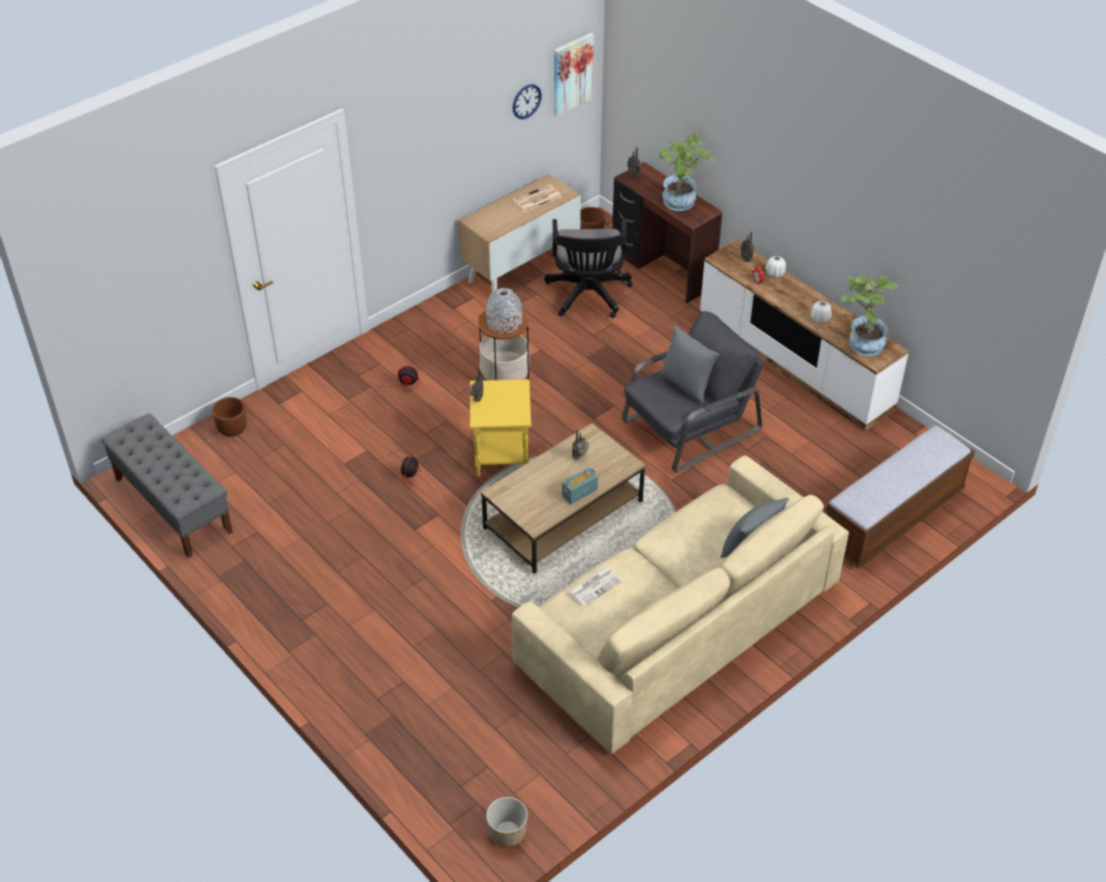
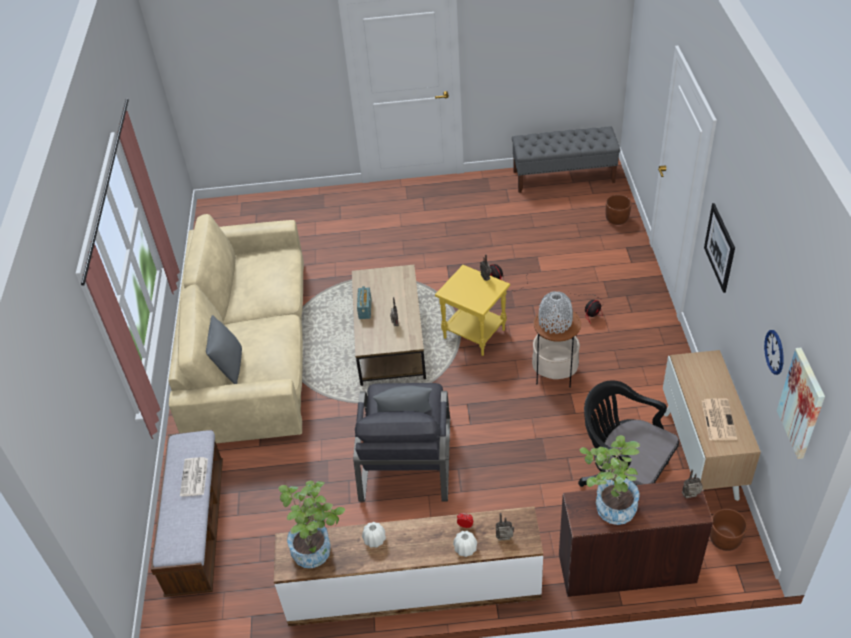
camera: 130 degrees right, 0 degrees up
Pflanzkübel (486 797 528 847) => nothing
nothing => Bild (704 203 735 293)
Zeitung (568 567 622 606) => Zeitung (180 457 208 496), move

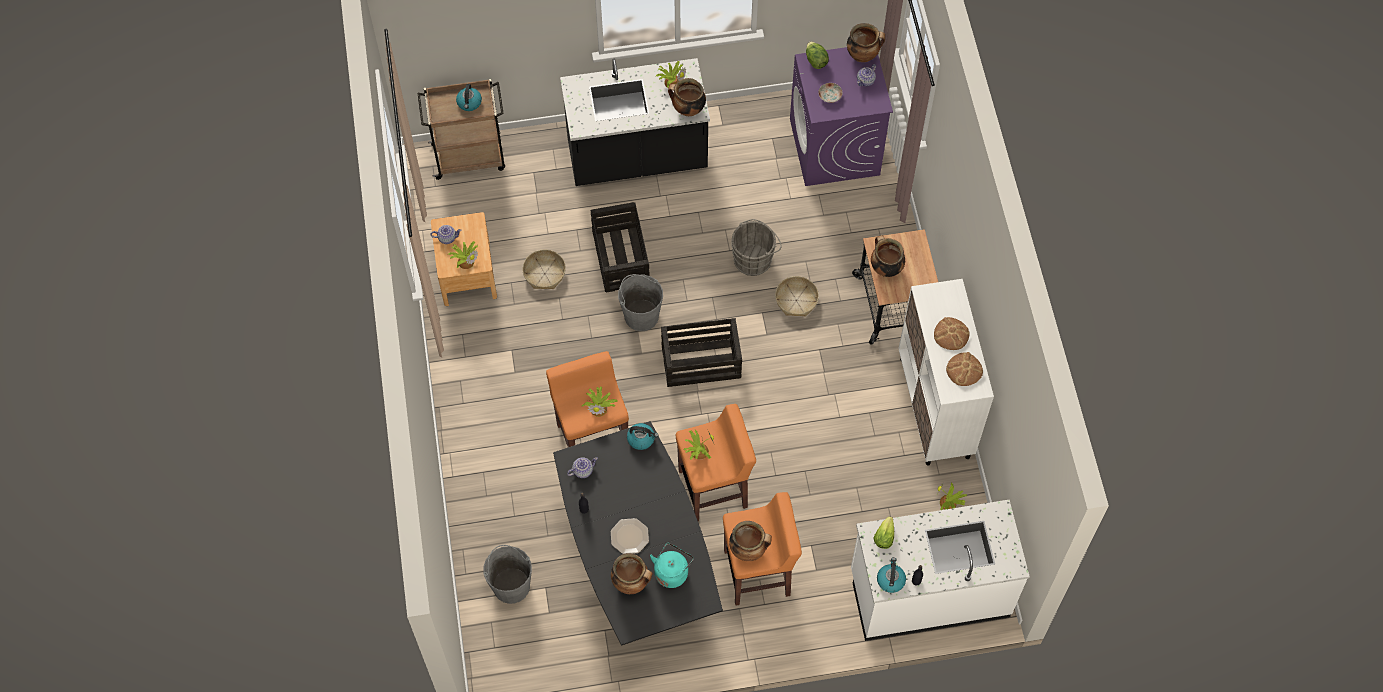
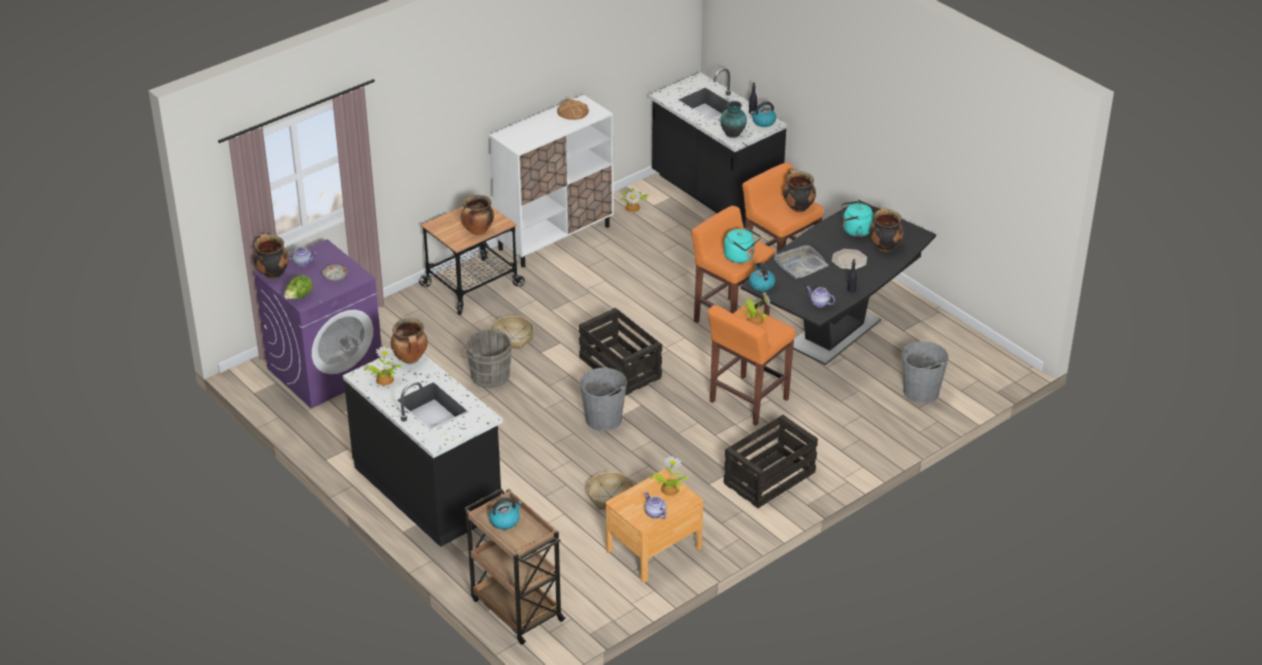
camera: 120 degrees left, 25 degrees down
Brot (934 317 970 350) => nothing
nothing => Tablett (grau) (773 245 829 279)
Kiste (590 202 650 293) => Kiste (724 415 818 508), move
Topfpflanze (684 430 715 460) => Wasserkessel (türkis) (724 228 761 263)
Salatkopf (873 516 894 549) => Vase (720 101 747 138)
Küchenzeile (weiß) (851 500 1030 641) => Küchenzeile (schwarz) (649 68 787 229)

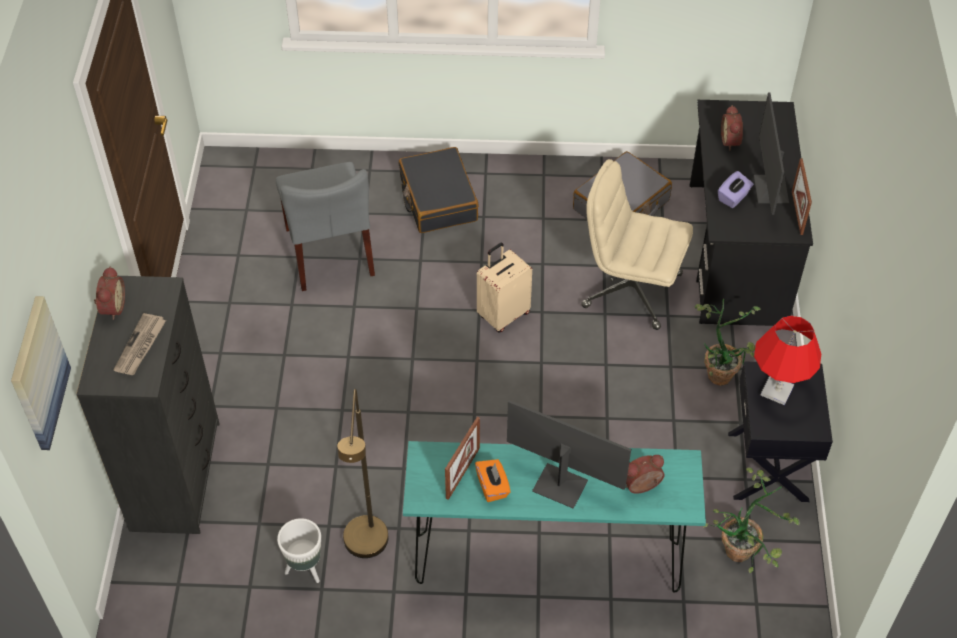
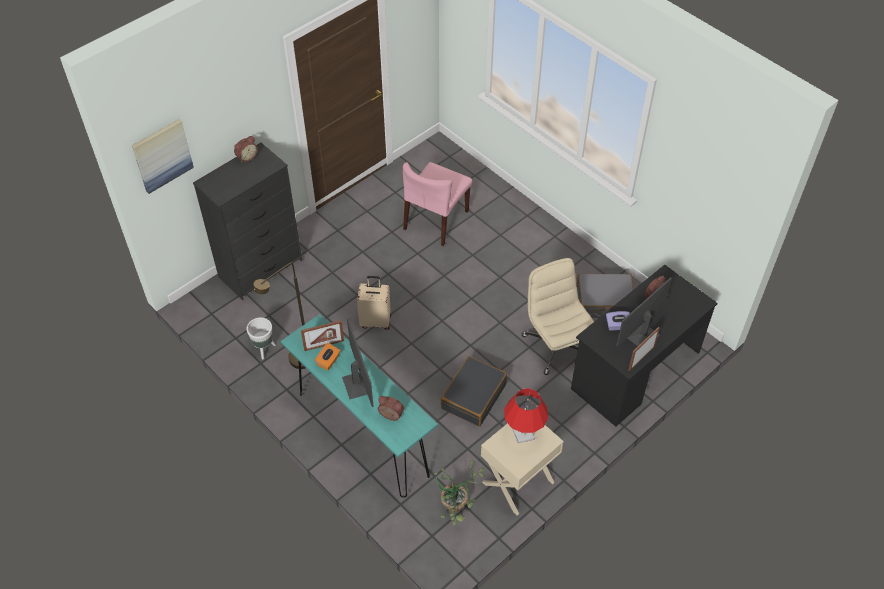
camera: 45 degrees right, 0 degrees up
Zeitung (114 313 166 375) => nothing
Topfpflanze (694 299 760 386) => nothing
Koffer (schwarz) (399 147 479 233) => Koffer (schwarz) (441 356 507 427), move
Koffer (beige) (477 242 532 332) => Koffer (beige) (357 276 391 330), move
Stuhl (grau) (276 162 375 291) => Stuhl (rosa) (403 162 472 246)
Nachttisch (schwarz) (728 361 833 502) => Nachttisch (beige) (481 409 564 515)

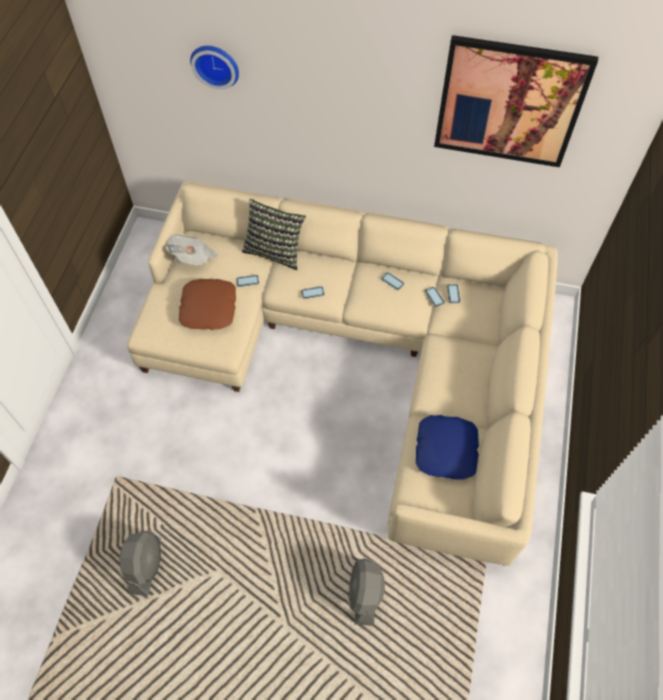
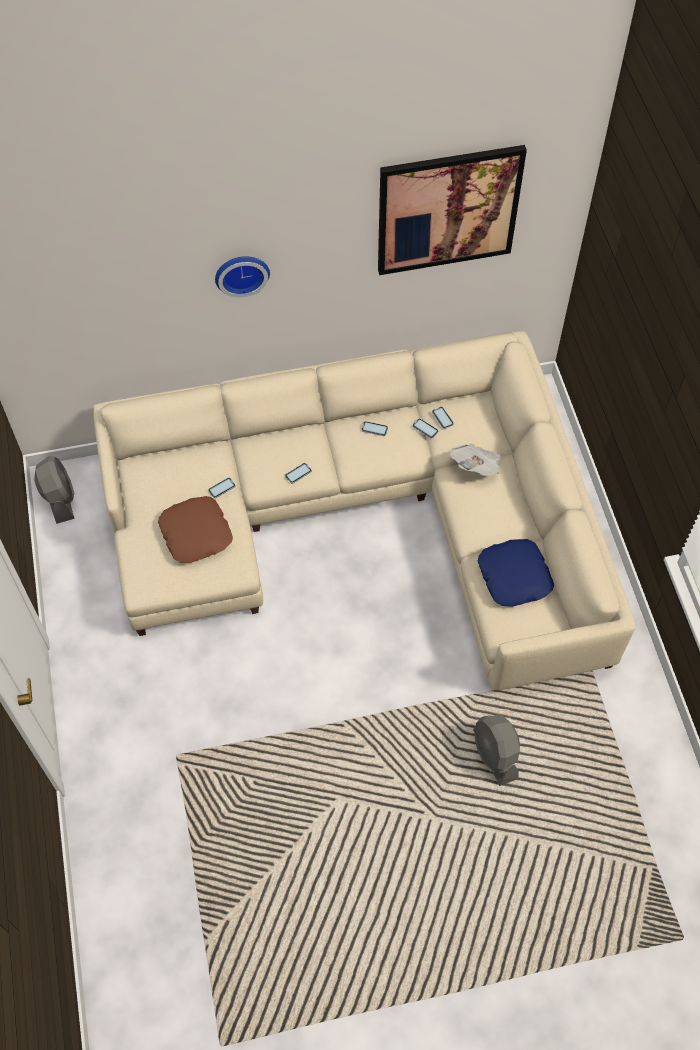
camera: 25 degrees left, 0 degrees up
Kissen (242 199 306 270) => nothing
Ventilator (grau) (119 531 161 596) => Ventilator (grau) (34 456 74 524), move
Zeitung (165 234 218 266) => Zeitung (450 443 501 476), move
Wanduhr (190 46 239 89) => Wanduhr (215 256 270 298), move

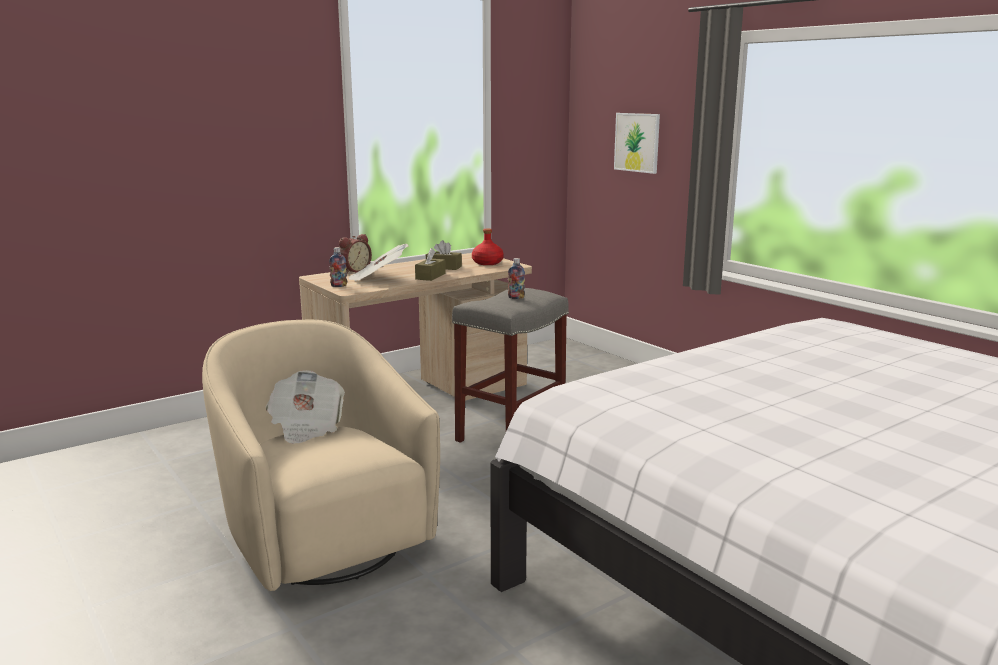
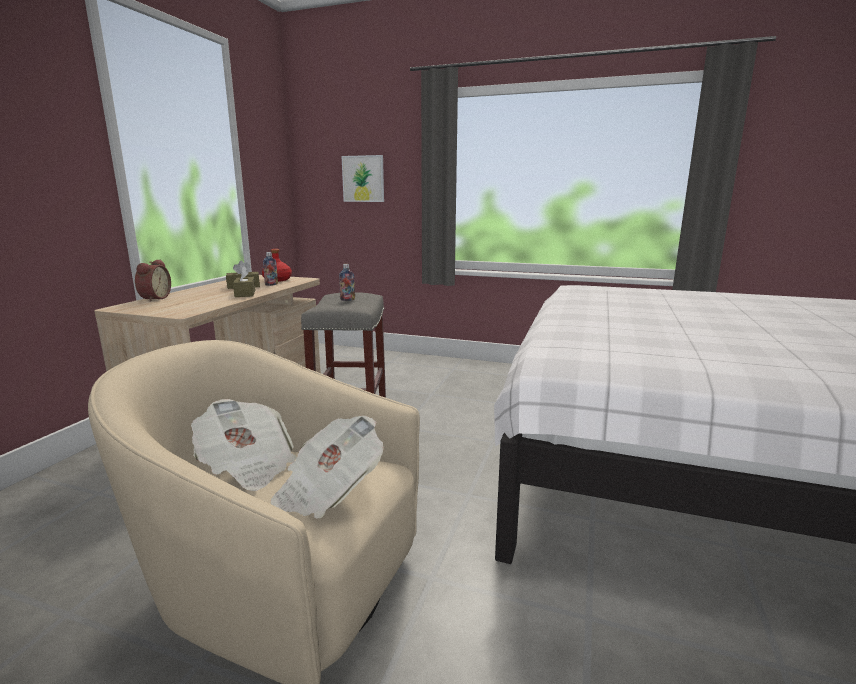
camera: 35 degrees left, 0 degrees up
Flasche (329 247 347 287) => Flasche (263 252 278 286), move
Zeitung (348 244 409 281) => Zeitung (270 416 384 519), move

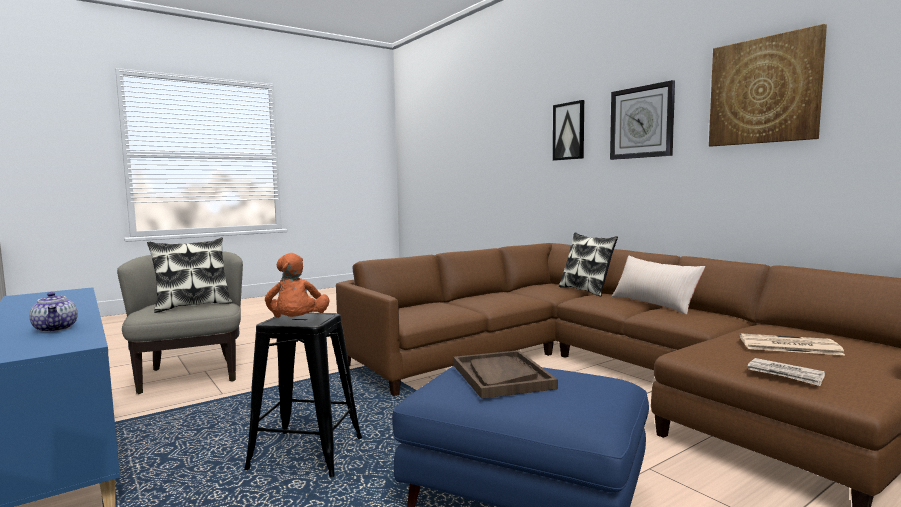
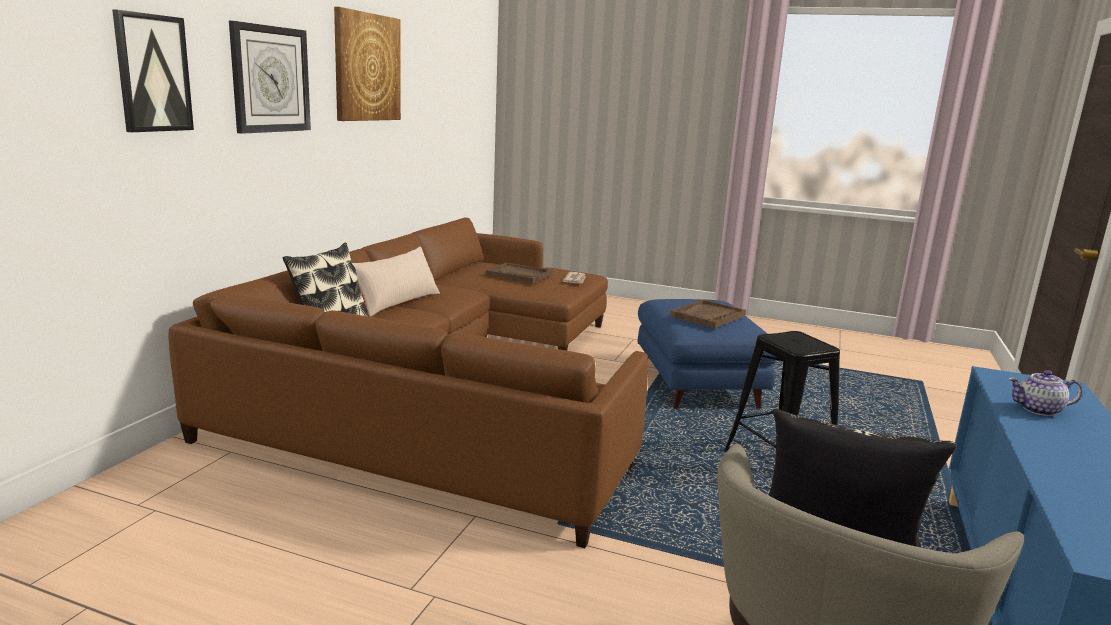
camera: 125 degrees left, 10 degrees up
Plüschtier (orange) (265 253 330 318) => nothing
Zeitung (739 333 846 356) => Tablett (braun) (486 263 552 284)
Teekanne (29 292 77 332) => Teekanne (1008 370 1082 416), 105 degrees counterclockwise

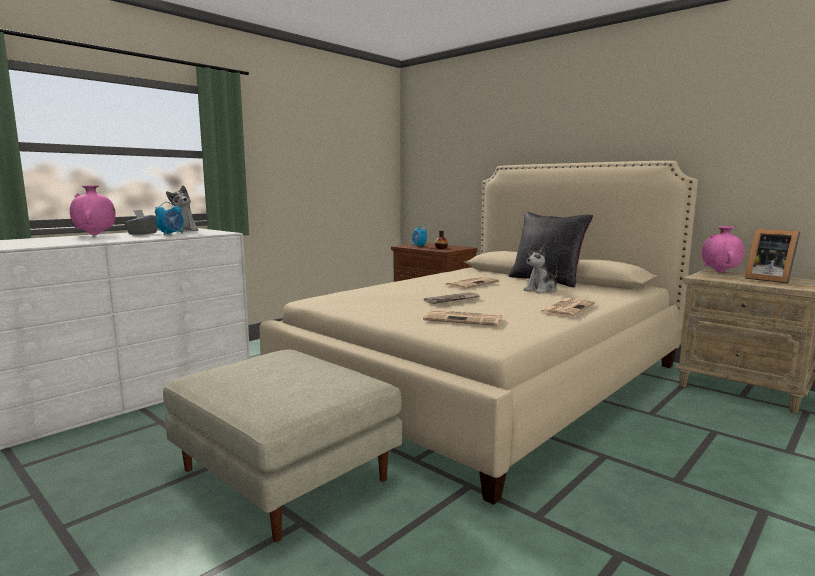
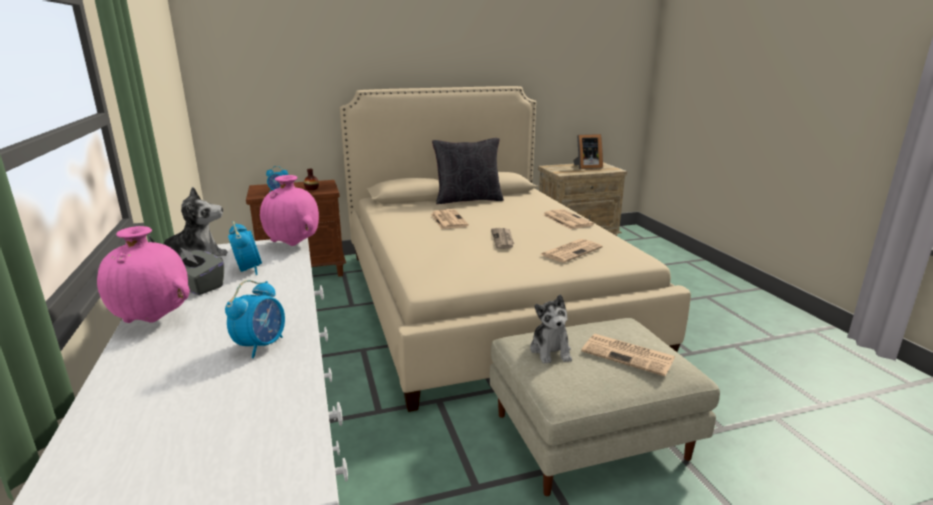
camera: 60 degrees left, 10 degrees up
nothing => Wecker (225 280 285 358)
nothing => Zeitung (581 334 675 376)
Plüschtier (524 245 557 294) => Plüschtier (530 294 572 364), move
Vase (rosa) (702 226 744 273) => Vase (rosa) (260 175 319 246), move

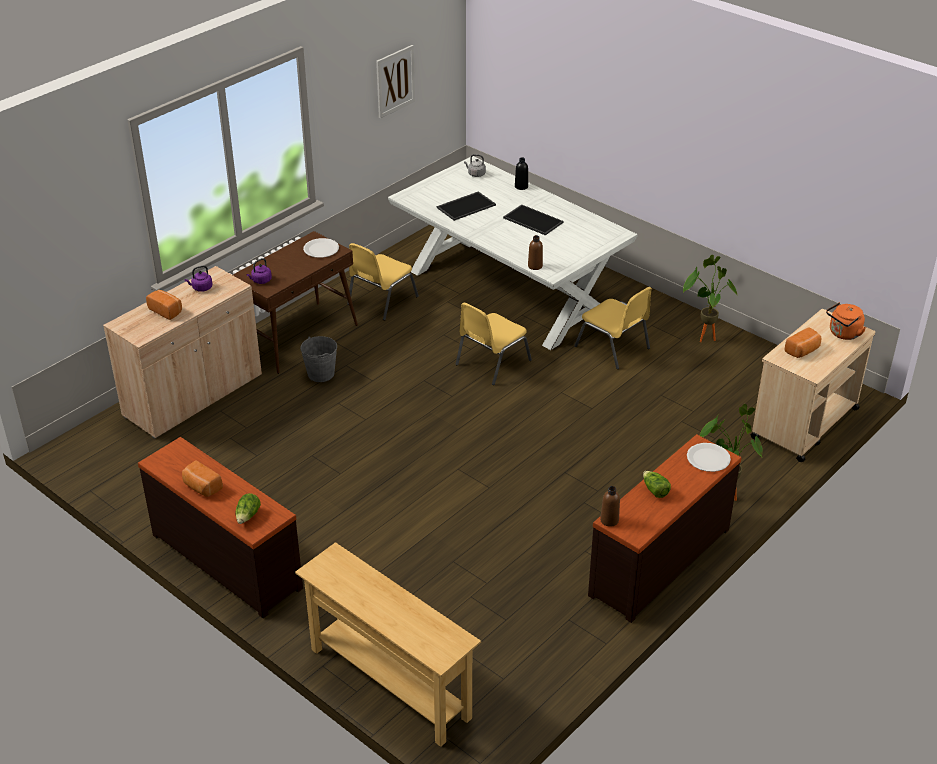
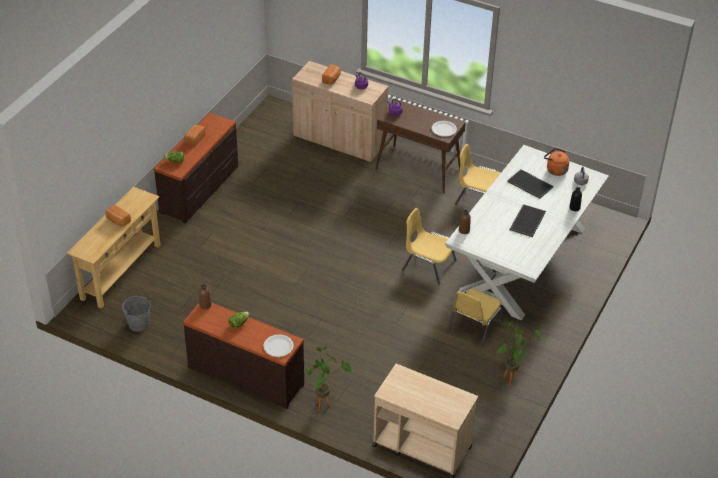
camera: 75 degrees right, 5 degrees up
Bild (376 45 415 118) => nothing
Eimer (grau) (300 336 337 382) => Eimer (grau) (122 296 151 332), move
Brot (785 327 821 358) => Brot (106 204 131 227), move
Wasserkessel (orange) (826 302 866 340) => Wasserkessel (orange) (544 148 569 176), move

